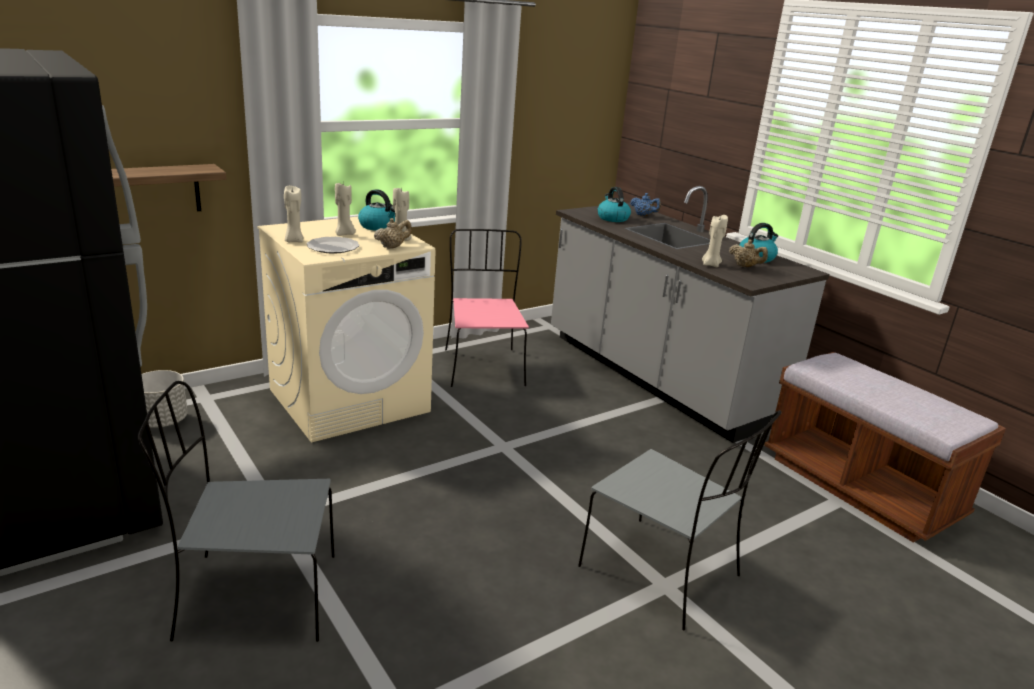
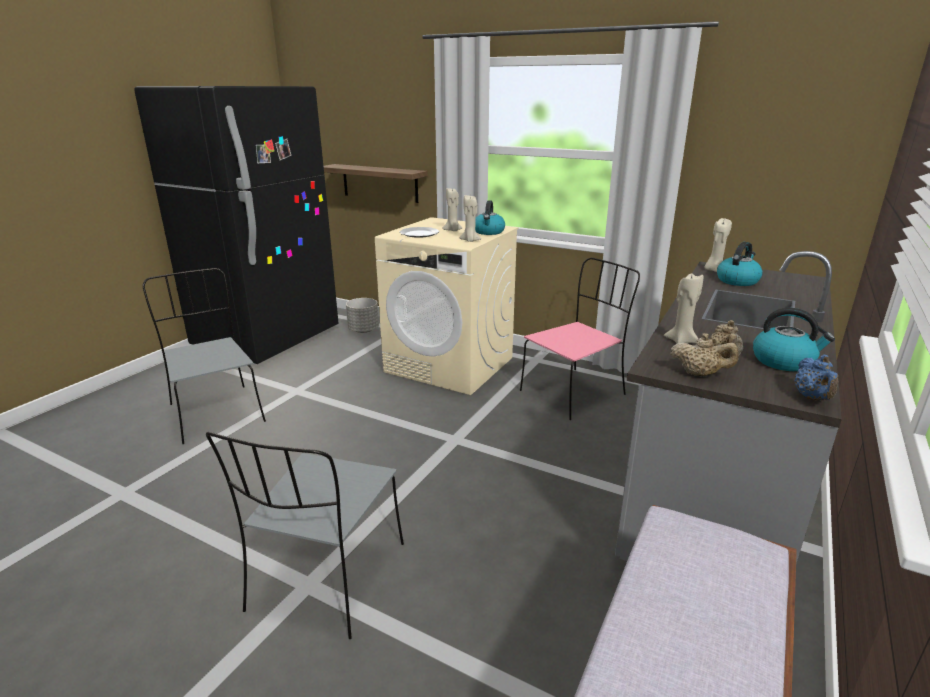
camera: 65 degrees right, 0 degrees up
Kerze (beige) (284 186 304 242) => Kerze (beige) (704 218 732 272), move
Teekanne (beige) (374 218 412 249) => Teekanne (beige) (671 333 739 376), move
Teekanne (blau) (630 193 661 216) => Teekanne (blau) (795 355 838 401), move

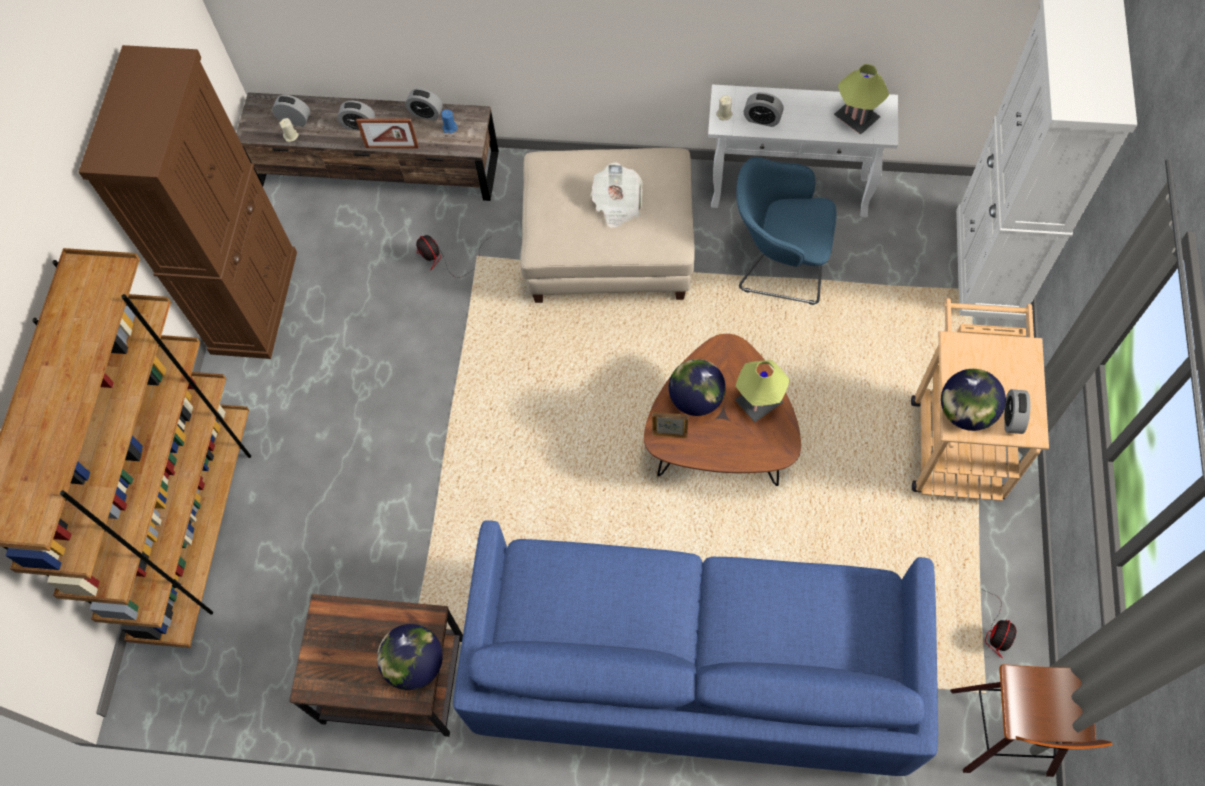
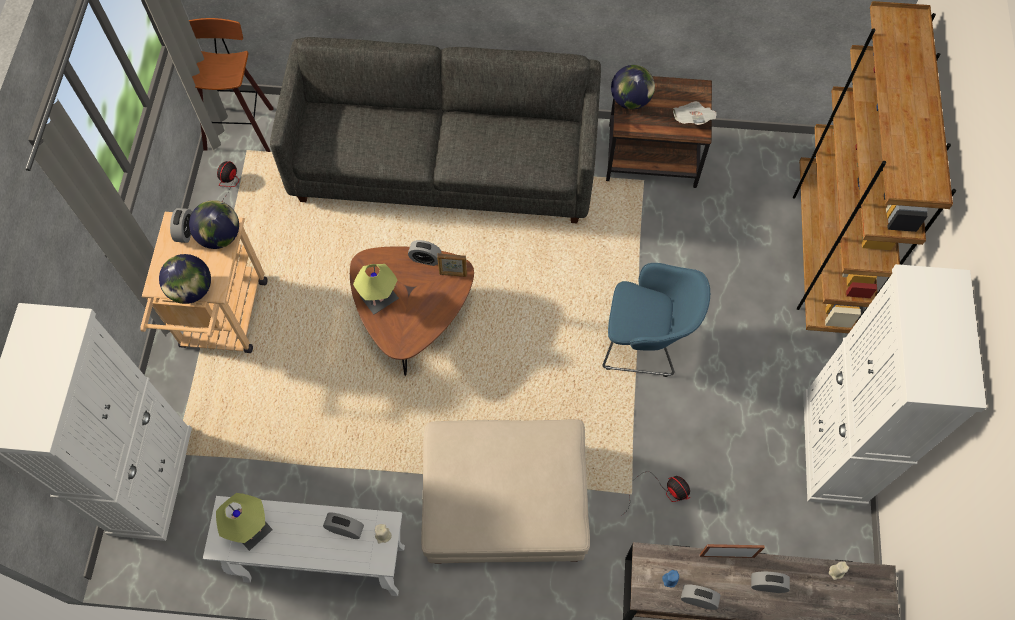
camera: 175 degrees right, 0 degrees up
Wecker (272 95 310 126) => Wecker (408 240 442 266), move
Zeitung (590 162 643 228) => Zeitung (673 101 717 125), move
Globus (669 359 726 416) => Globus (159 254 211 304), move
Sessel (blau) (736 157 837 305) => Sessel (blau) (603 263 710 377), move
Schrank (braun) (79 45 297 359) => Schrank (weiß) (803 264 986 506)
Sofa (blau) (453 521 938 776) => Sofa (grau) (270 37 601 223)

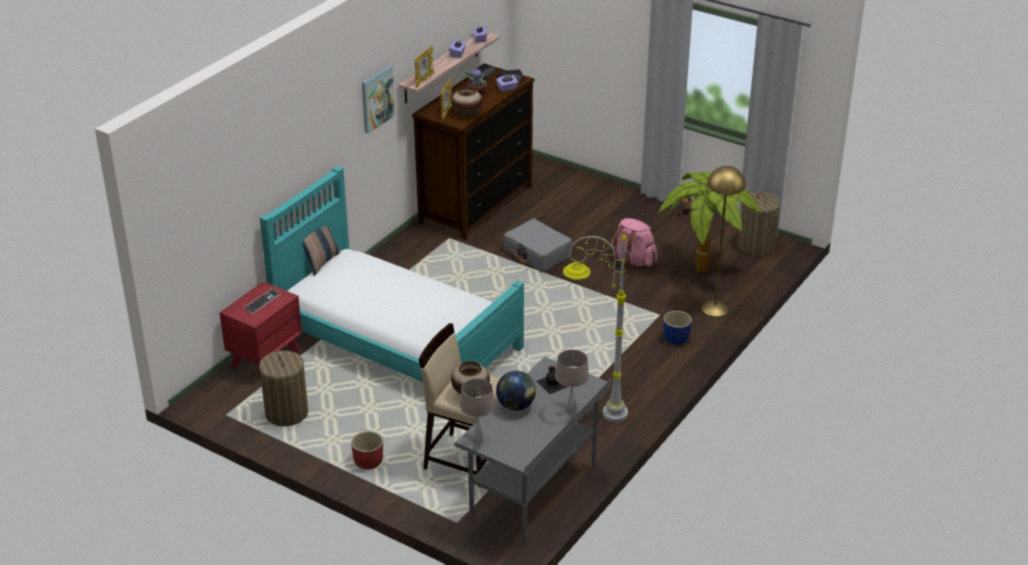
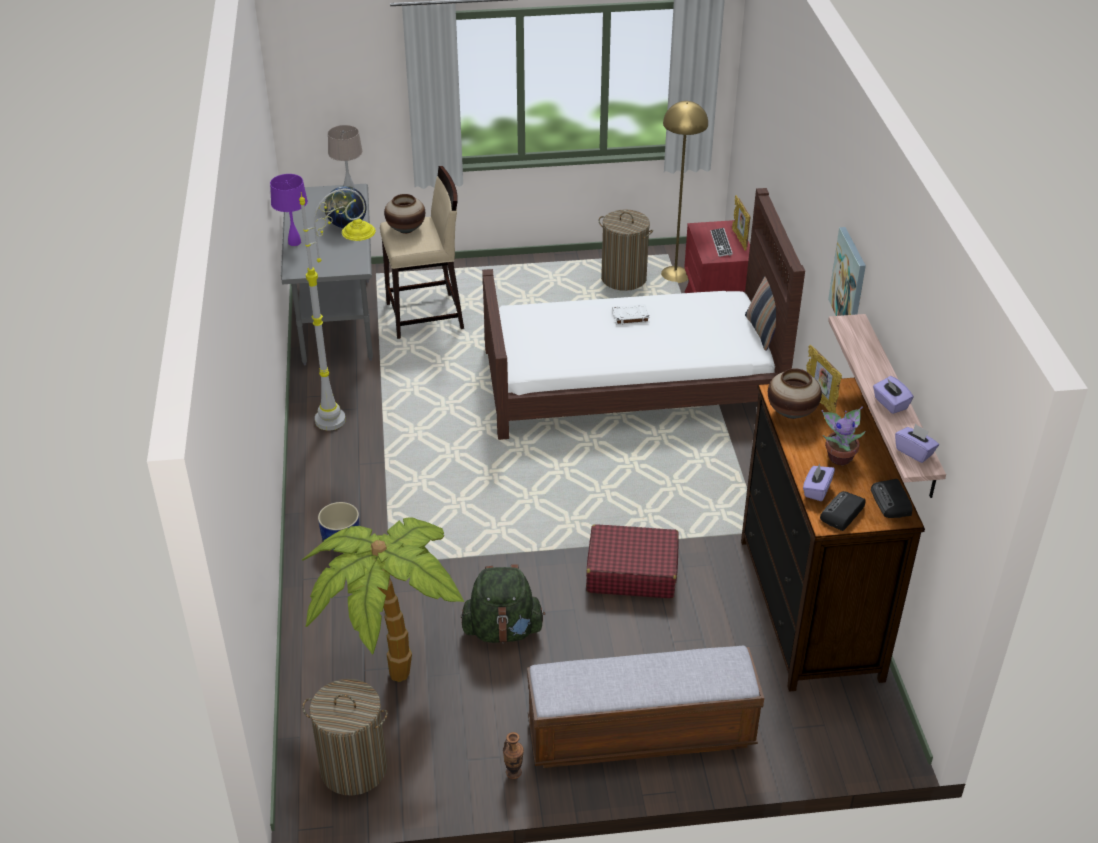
camera: 140 degrees right, 5 degrees up
Pflanzkübel (rot) (351 431 383 470) => nothing
Flasche (schwarz) (536 366 568 394) => nothing
nothing => Bank (527 646 764 768)
nothing => Buch (weiß) (612 304 650 325)
Bilderrahmen (415 46 434 87) => Bilderrahmen (732 195 751 251), move
Stehlampe (gelb) (702 166 746 316) => Stehlampe (gelb) (661 101 708 283), move
Bett (türkis) (260 166 524 382) => Bett (braun) (482 188 805 440)
Koffer (grau) (503 219 573 272) => Koffer (rot) (586 524 679 598)
Tischlampe (beige) (555 350 589 414) => Tischlampe (lila) (270 174 308 246)
Rucksack (rosa) (611 218 657 270) => Rucksack (grün) (461 564 545 643)

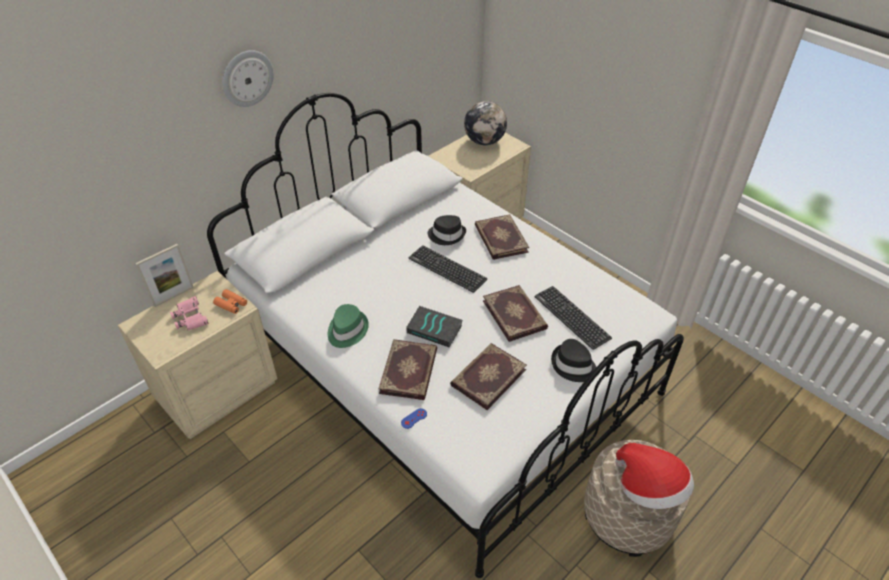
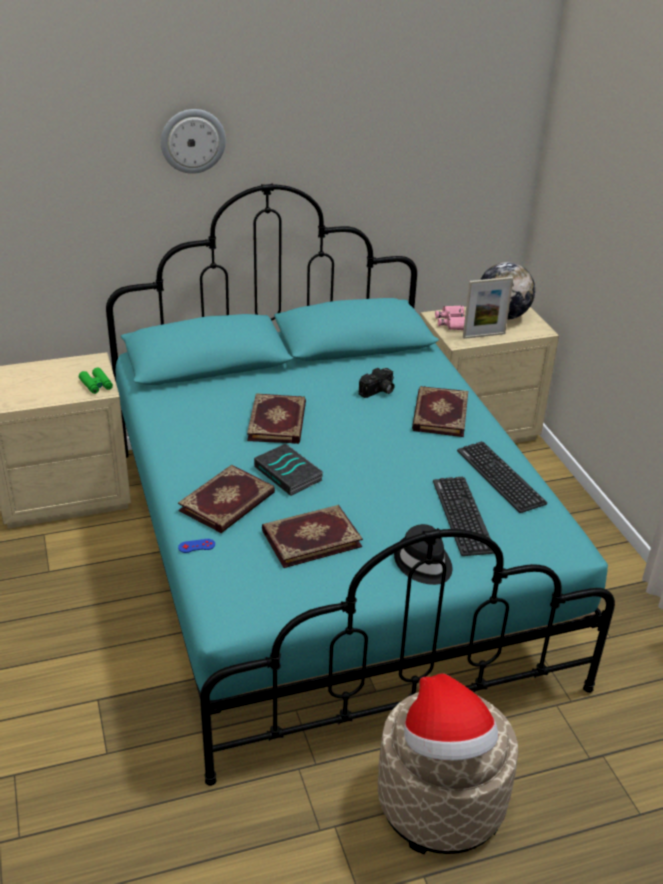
camera: 25 degrees right, 10 degrees down
Hut (grün) (328 304 369 348) => nothing
Bilderrahmen (136 244 194 307) => Bilderrahmen (463 277 513 339), move
Fernglas (rosa) (170 296 209 331) => Fernglas (rosa) (435 305 465 330), move
Tastatur (409 246 487 293) => Tastatur (457 441 547 513), move
Buch (483 285 548 342) => Buch (247 393 306 444), move
Hut (schwarz) (428 215 466 245) => Kamera (359 368 394 398)
Bett (weiß) (207 93 684 578) => Bett (türkis) (106 183 615 786)
Fernglas (orange) (213 289 247 314) => Fernglas (grün) (79 367 113 394)

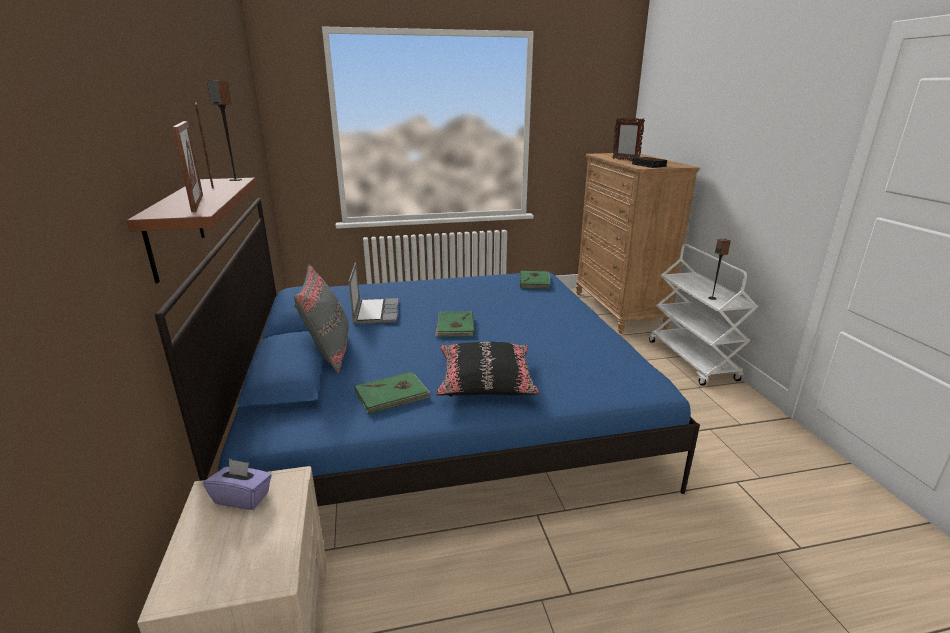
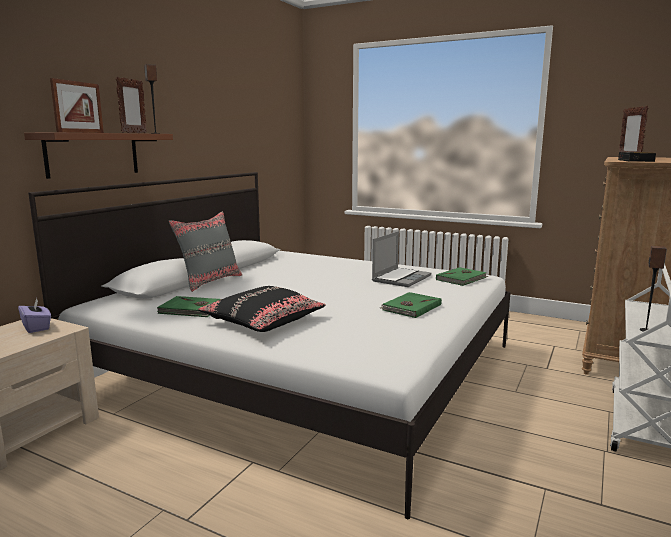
camera: 40 degrees right, 10 degrees down
Laptop (349 262 398 324) => Laptop (372 231 431 287), move
Buch (grün) (435 311 475 337) => Buch (grün) (380 292 442 318), move
Bett (blau) (155 198 700 506) => Bett (weiß) (28 172 510 519)

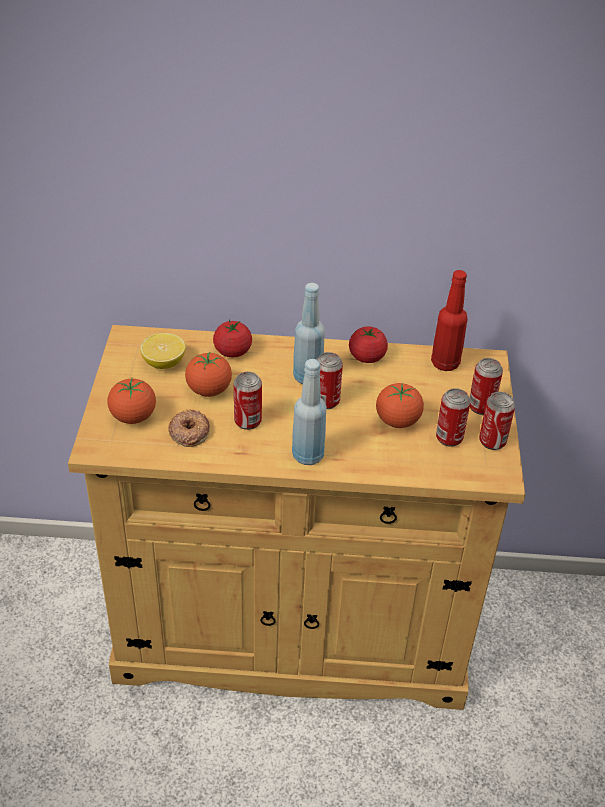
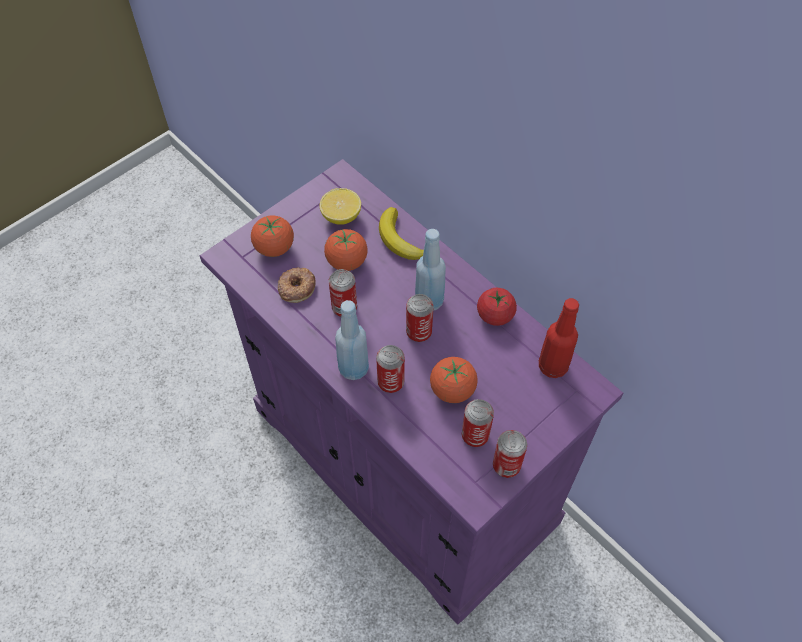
camera: 45 degrees right, 15 degrees up
Dose (469 358 503 415) => Dose (376 345 405 393), move
Tomate (213 320 252 357) => Banane (379 207 424 260)
Schrank (beige) (68 325 525 710) => Schrank (lila) (199 159 624 625)

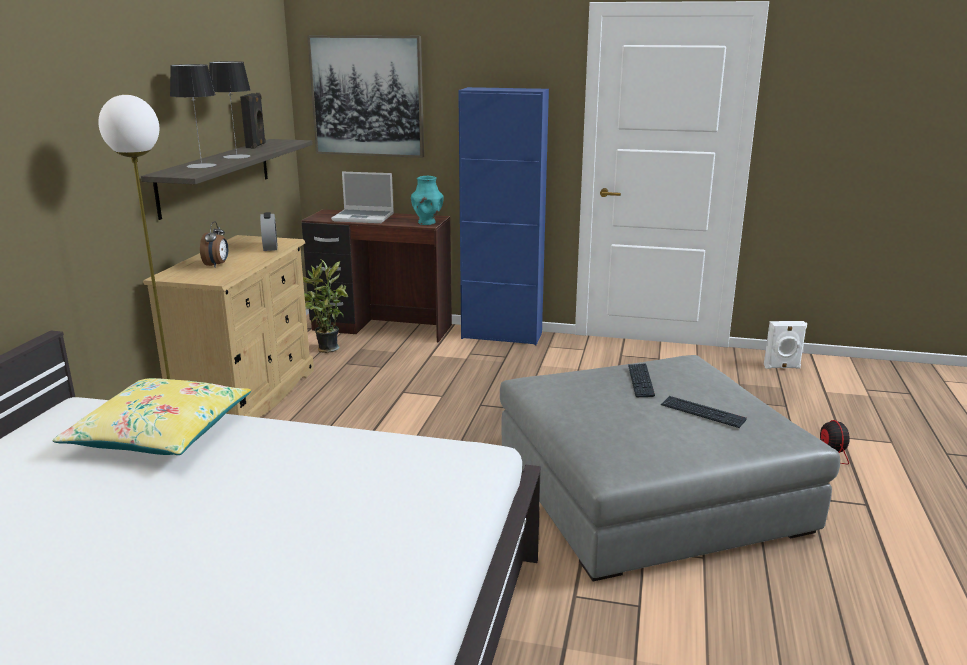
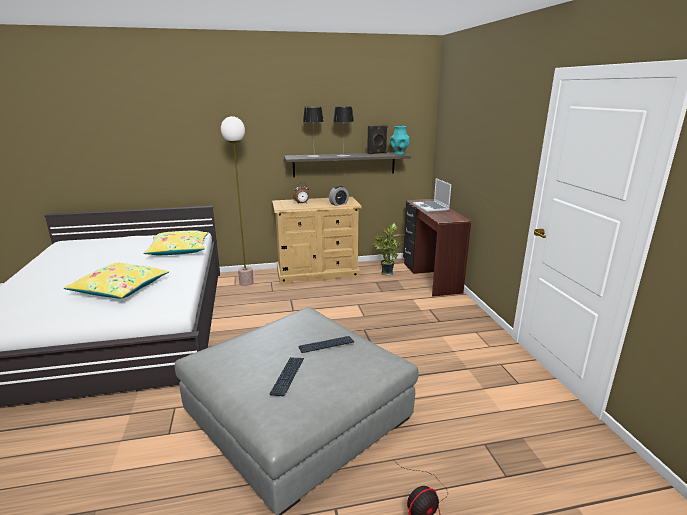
camera: 65 degrees right, 0 degrees up
Bild (307 35 424 158) => nothing
Schrank (blau) (458 87 549 345) => nothing
Lautsprecher (weiß) (764 321 807 369) => nothing
nothing => Kissen (gelb) (64 263 169 299)
Vase (türkis) (411 176 444 225) => Vase (türkis) (390 126 410 155), move

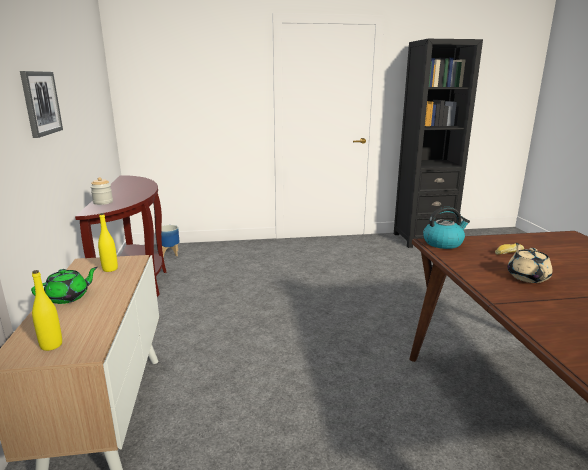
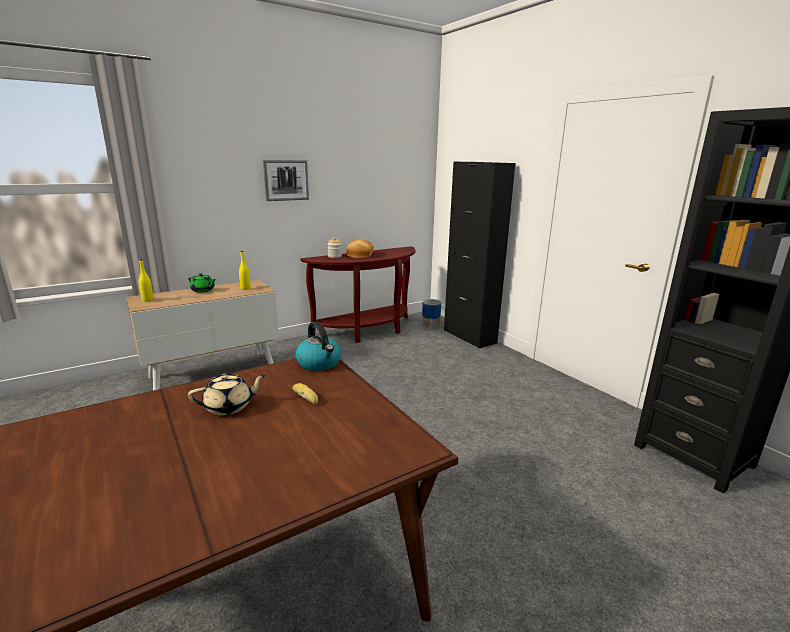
camera: 65 degrees right, 0 degrees up
nothing => Brot (346 239 373 258)
nothing => Schrank (schwarz) (444 162 515 348)

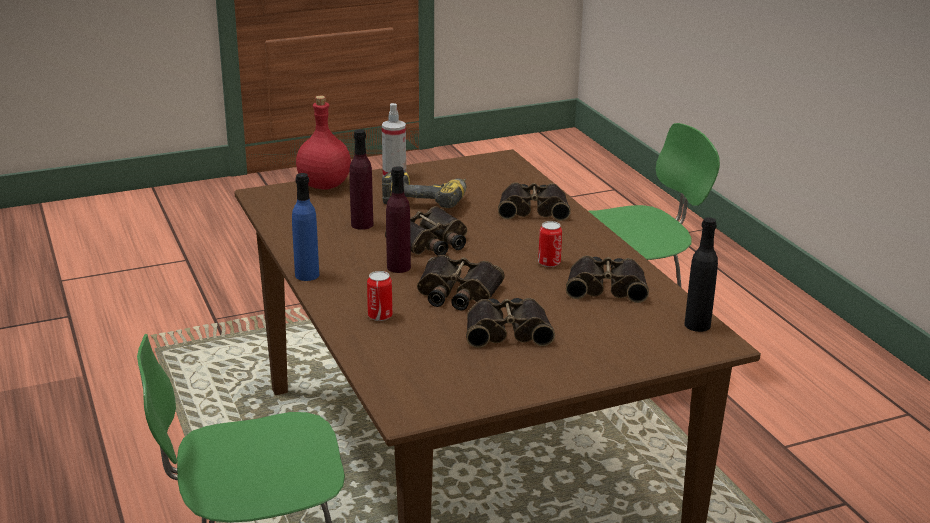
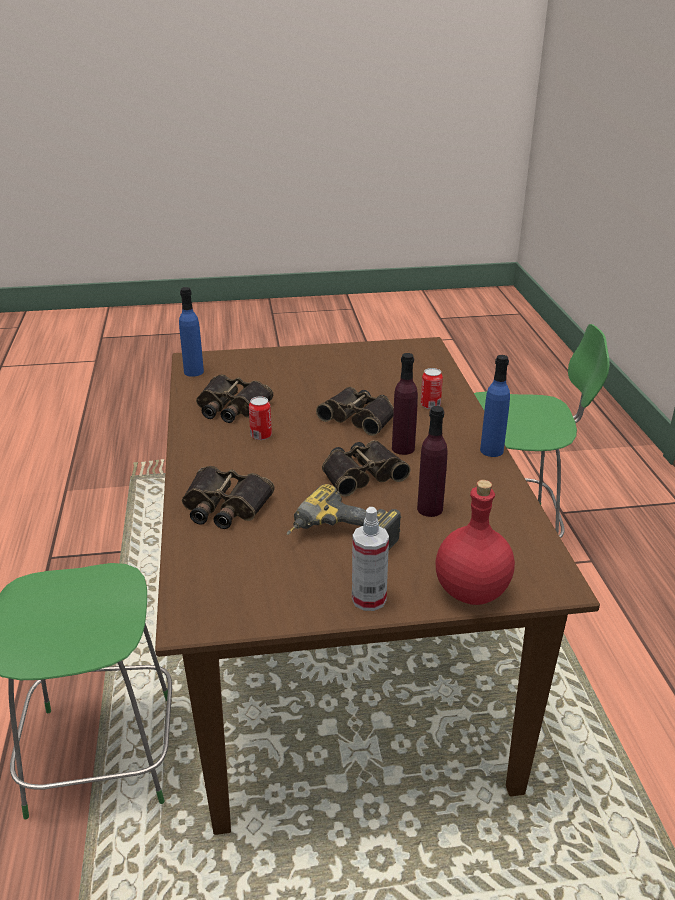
camera: 165 degrees left, 5 degrees up
Fernglas (466 298 555 348) => nothing
Flasche (schwarz) (685 217 718 332) => Flasche (blau) (179 287 204 377)

